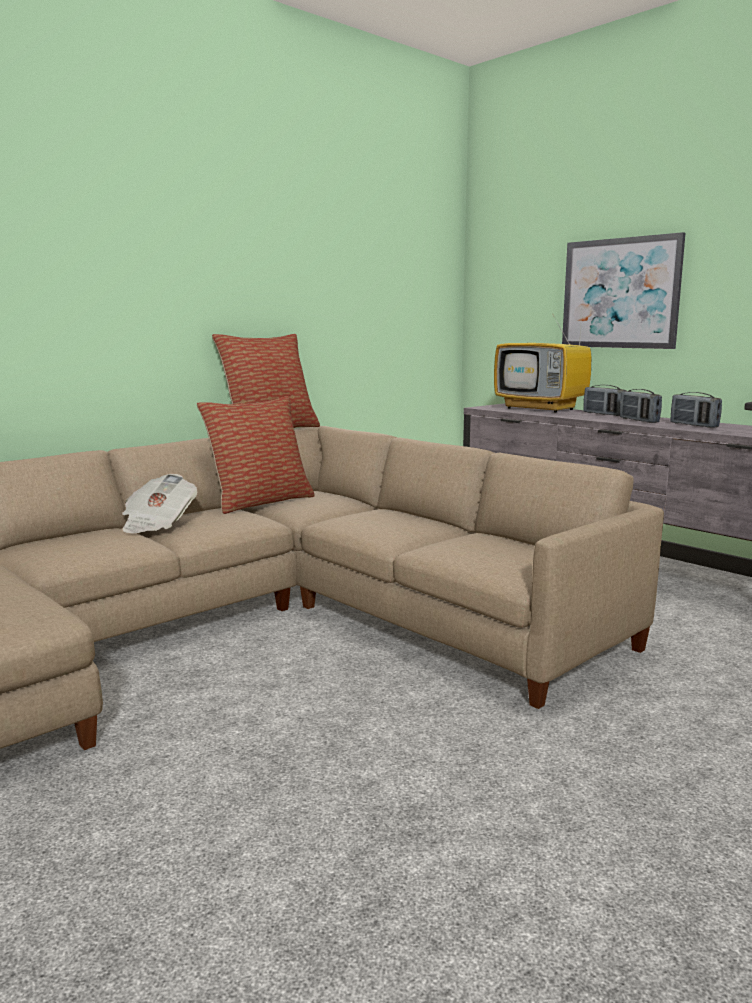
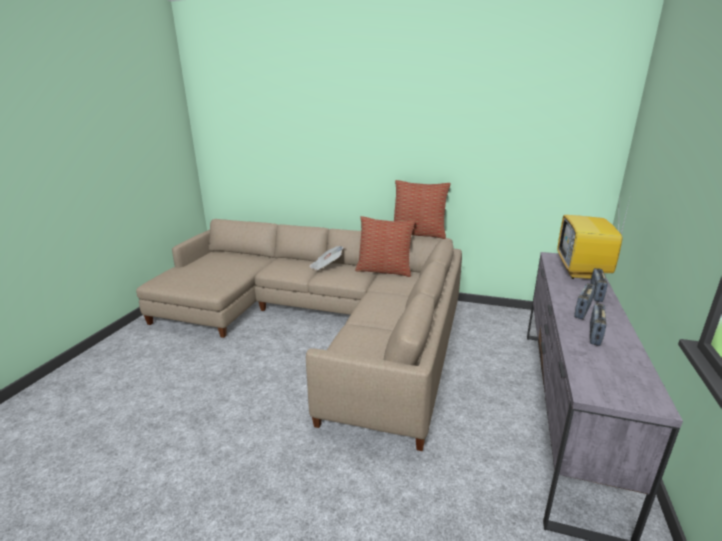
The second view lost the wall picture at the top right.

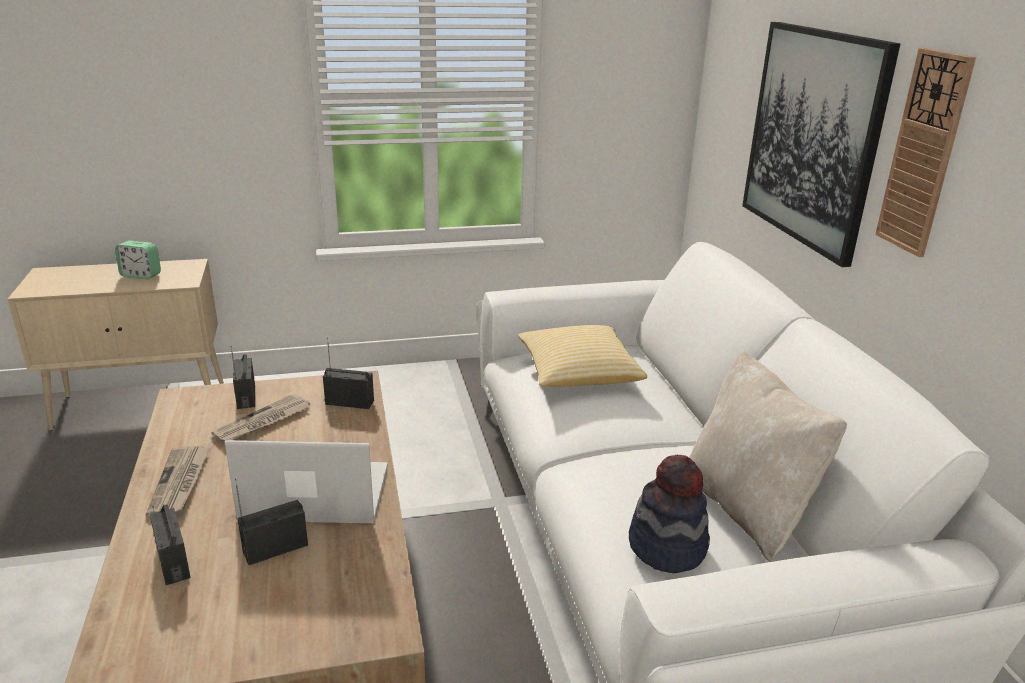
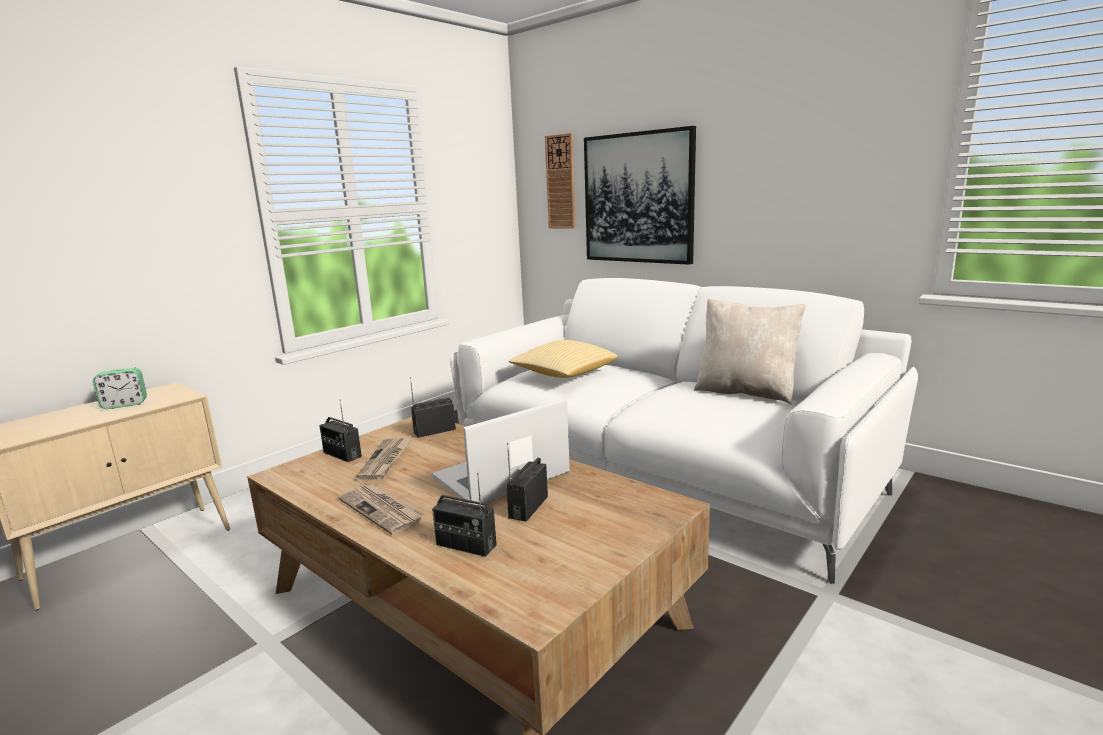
The hanging clock ended up elsewhere, having gone from the top right to the top centre.
The second view lost the wearable hat at the bottom centre.

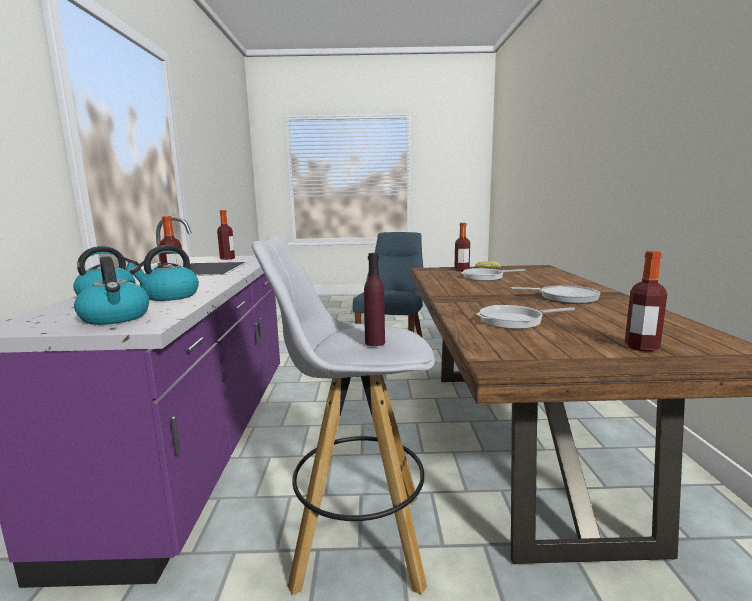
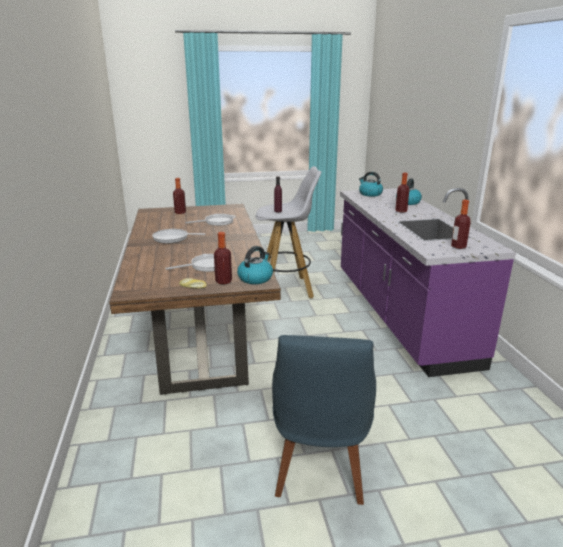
The tea kettle (3rd from left in the first image) ended up elsewhere, having gone from the middle left to the centre.

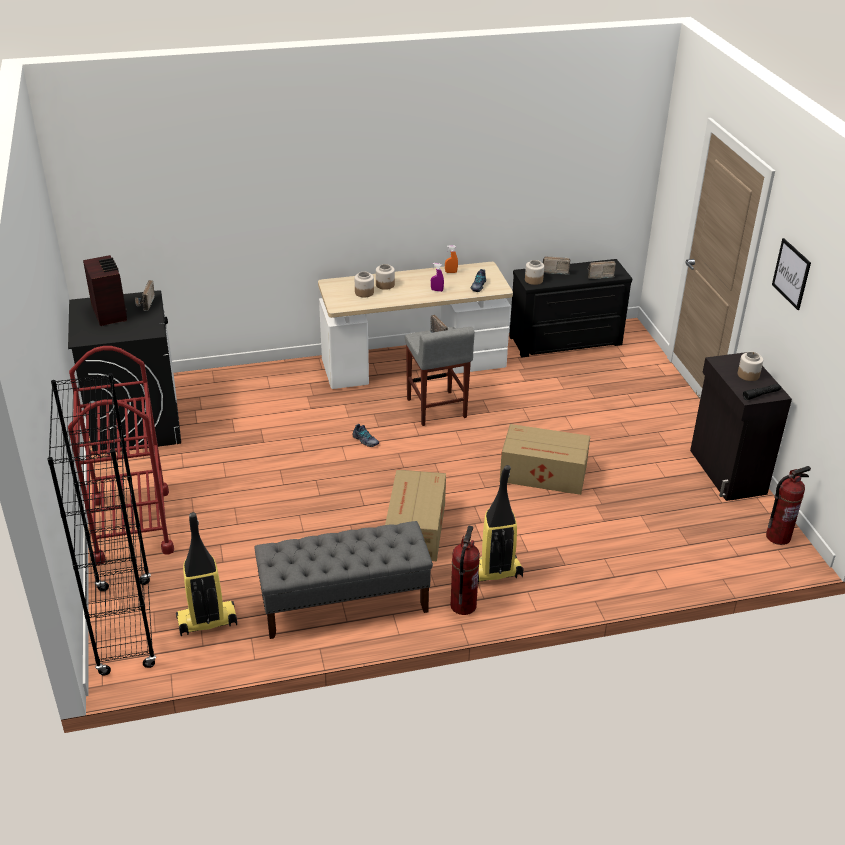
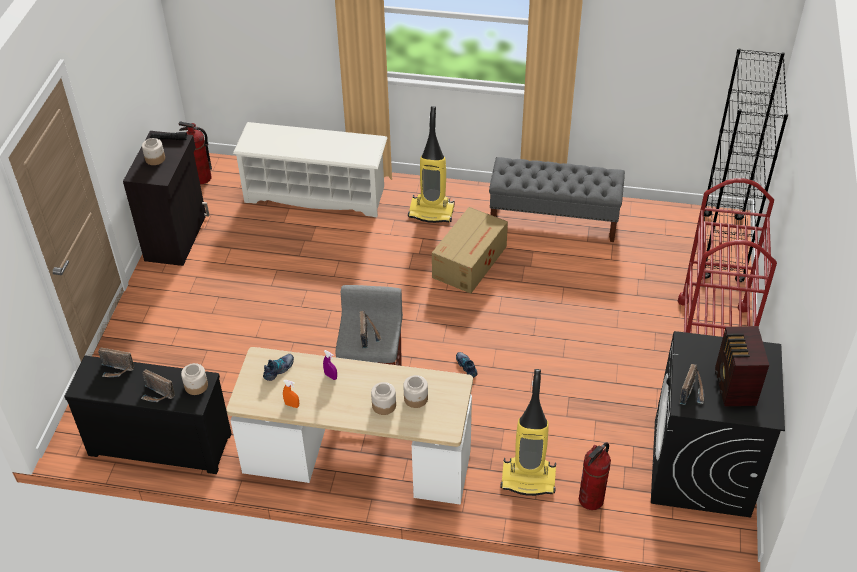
The second view lost the wall picture at the top right.
The second view lost the cardboard box (2nd from left) at the centre.
The vacuum cleaner (1st from left in the first image) ended up elsewhere, having gone from the bottom left to the bottom centre.
The fire extinguisher (1st from left in the first image) ended up elsewhere, having gone from the bottom centre to the bottom right.
The second view gained the whitish shoe rack at the top centre.

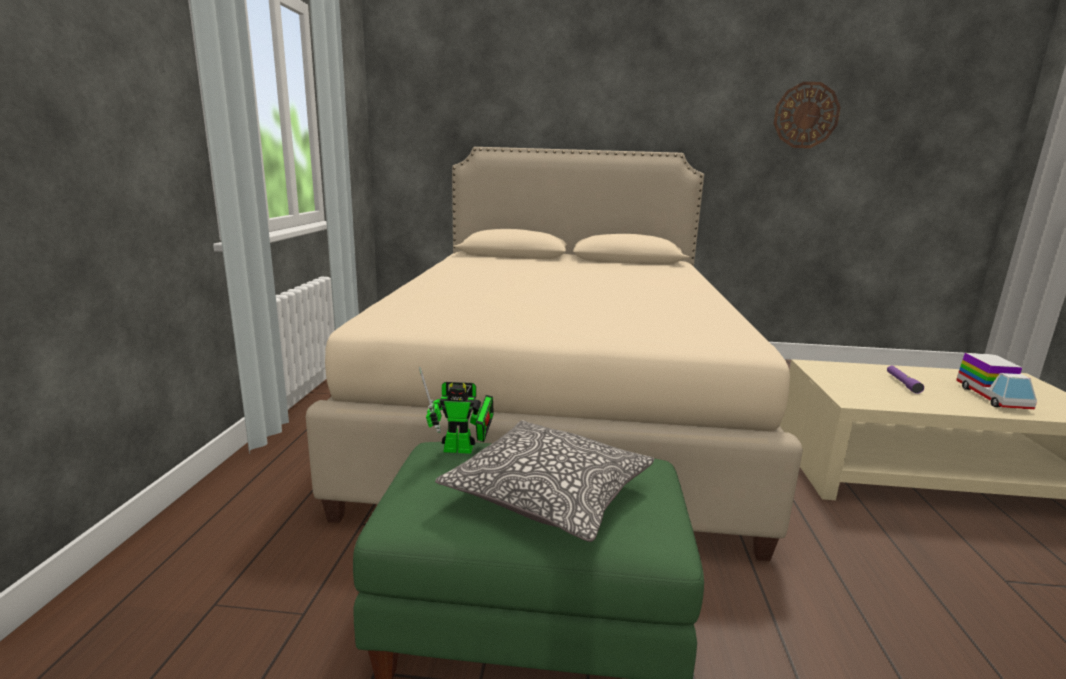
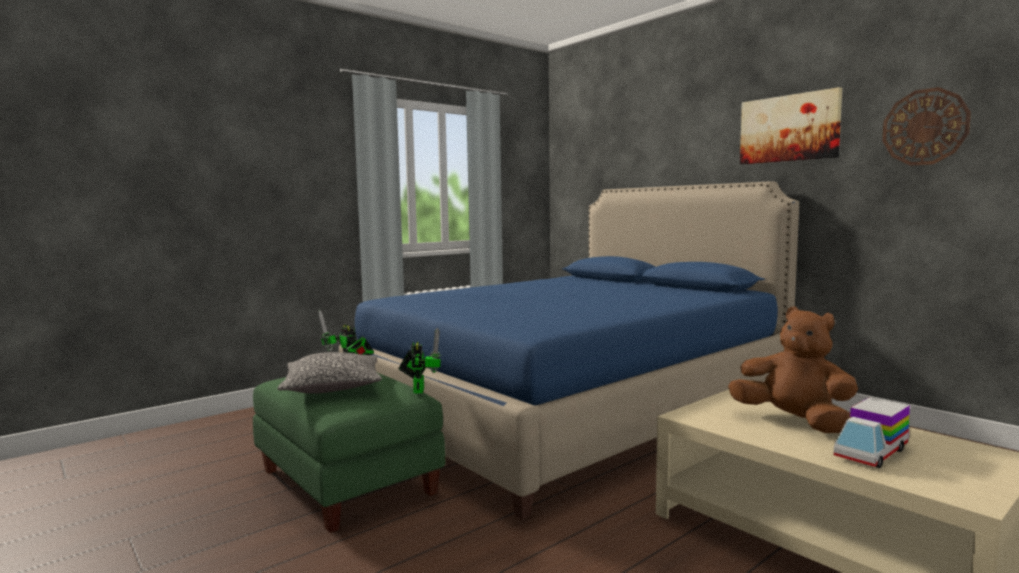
What was the sand-coloured bedroom bed at the centre turned into the blue bedroom bed at the centre.
Where the purple-coloured flashlight stood at the middle right, the brown-coloured cuddly toy came to stand at the middle right.
The second view gained the wall picture at the top right.
The second view gained the model robot (2nd from left) at the centre.

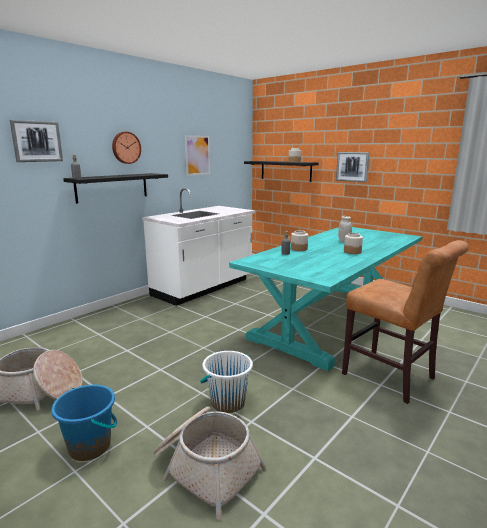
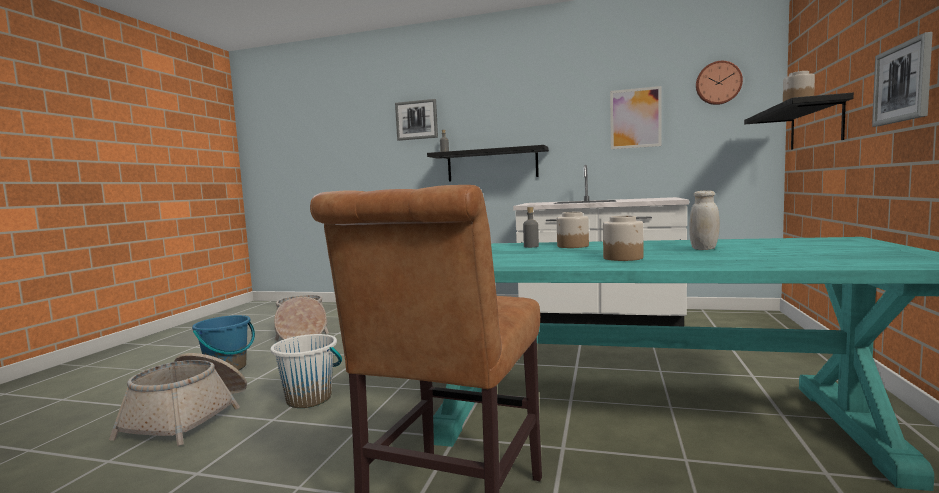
The hanging clock ended up elsewhere, having gone from the top left to the top right.

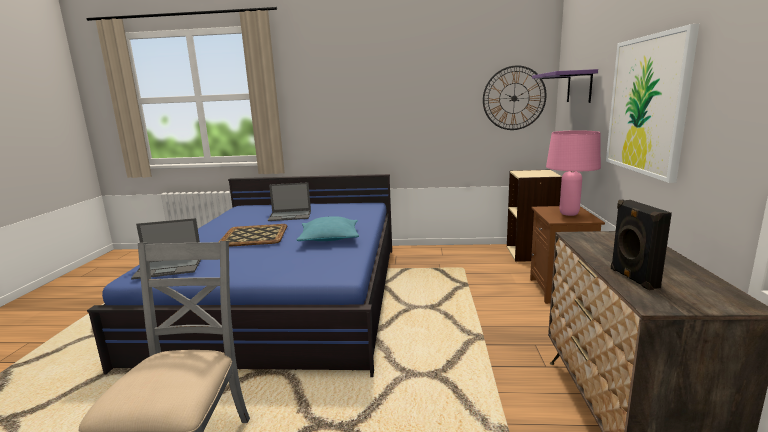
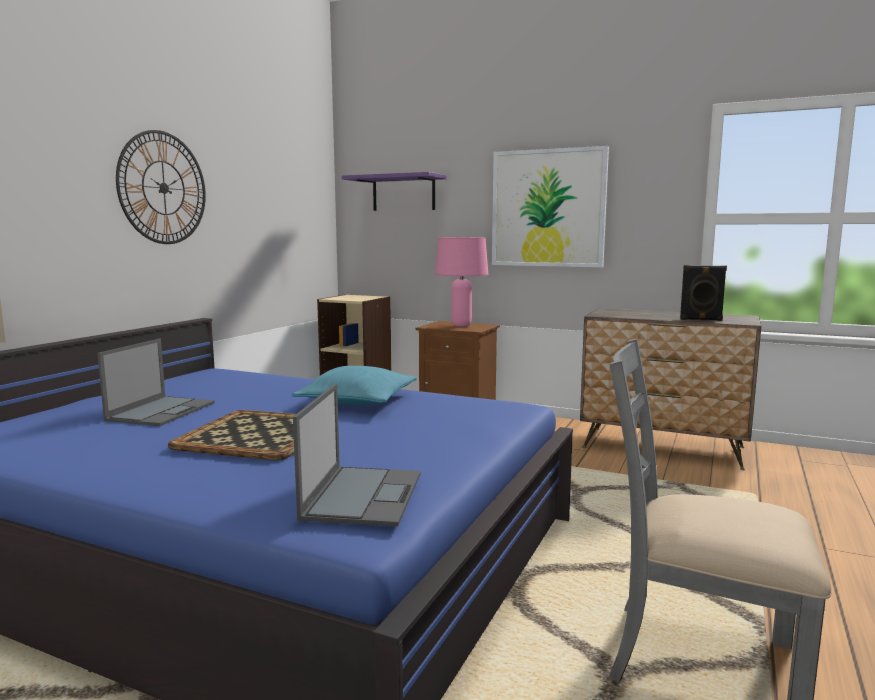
The hanging clock ended up elsewhere, having gone from the top right to the top left.

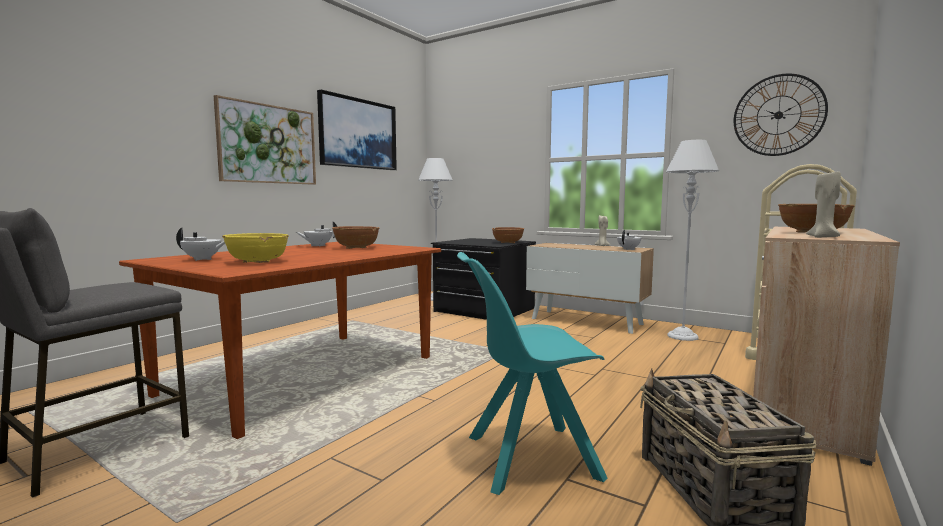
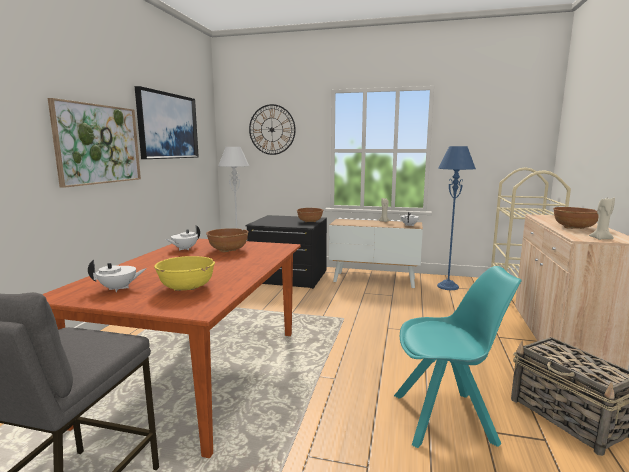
The hanging clock ended up elsewhere, having gone from the top right to the top centre.
What was the grey floor lamp (2nd from left) at the middle right turned into the blue floor lamp at the middle right.
The blue-green chair at the bottom centre ended up facing another way, 150 degrees counterclockwise from before.

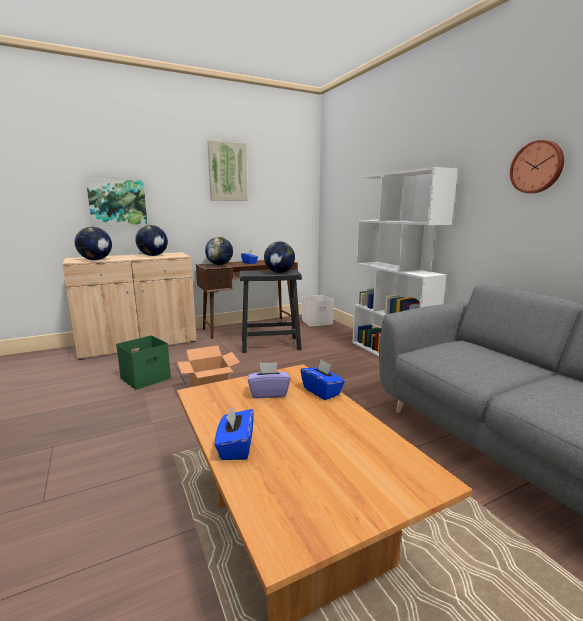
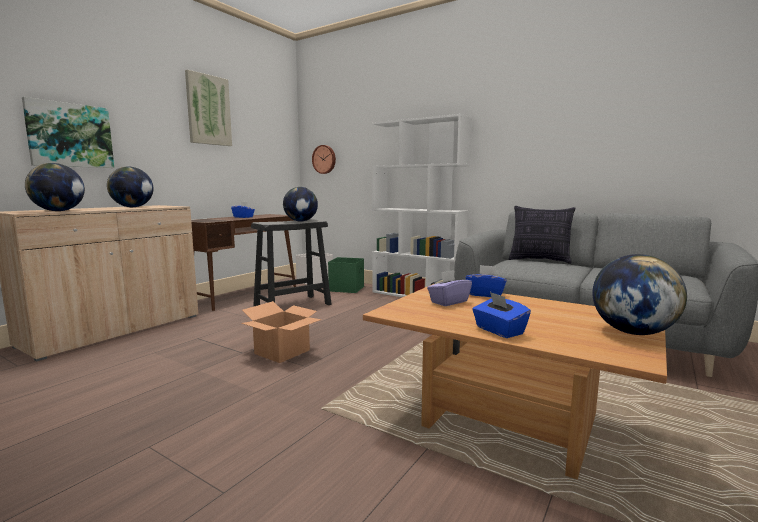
The hanging clock ended up elsewhere, having gone from the top right to the top centre.
The desk globe (3rd from left in the first image) ended up elsewhere, having gone from the centre to the middle right.
The green storage bin ended up elsewhere, having gone from the middle left to the centre.
The second view gained the throw pillow at the middle right.

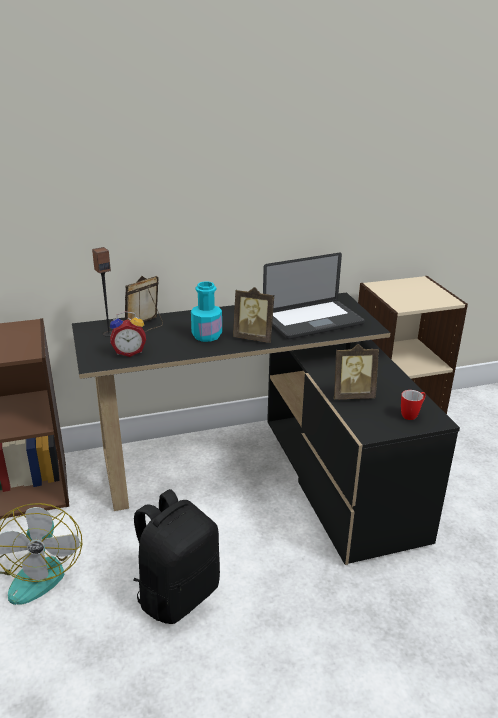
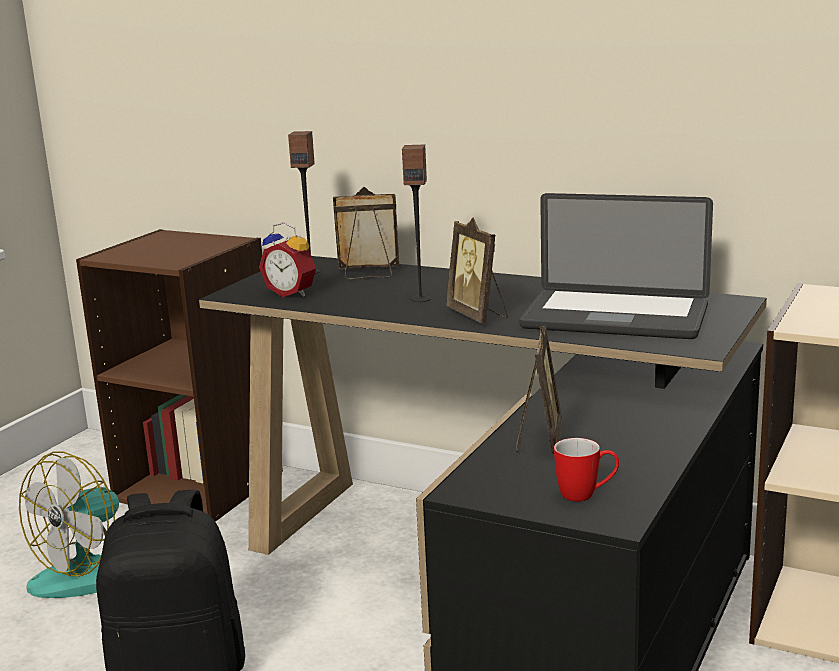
Where the blue-green bottle stood at the centre, the speaker (2nd from left) came to stand at the top centre.
The photo frame (3rd from left) at the middle right ended up facing another way, 120 degrees counterclockwise from before.

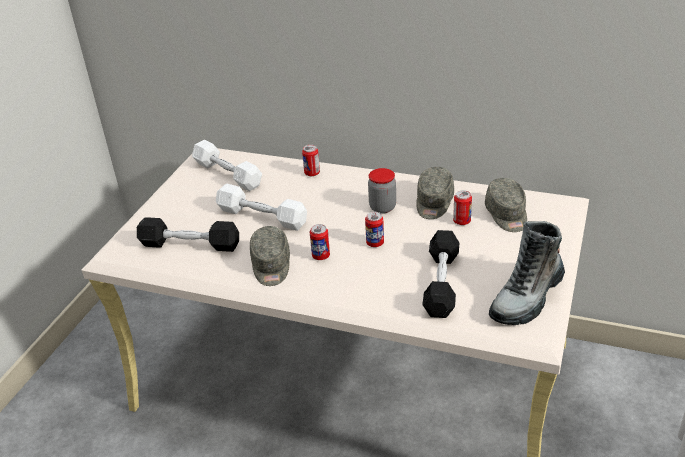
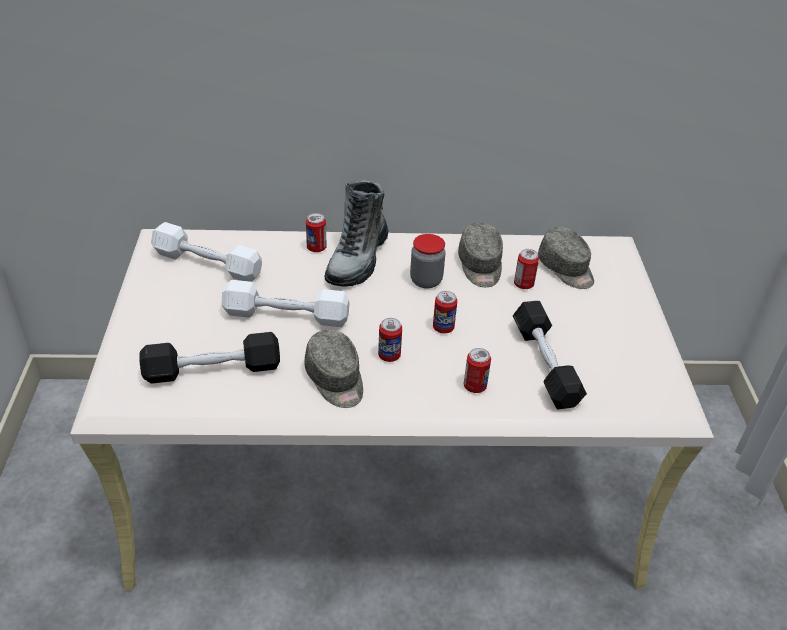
The high-top boot ended up elsewhere, having gone from the middle right to the centre.
The second view gained the metal can (4th from left) at the centre.

